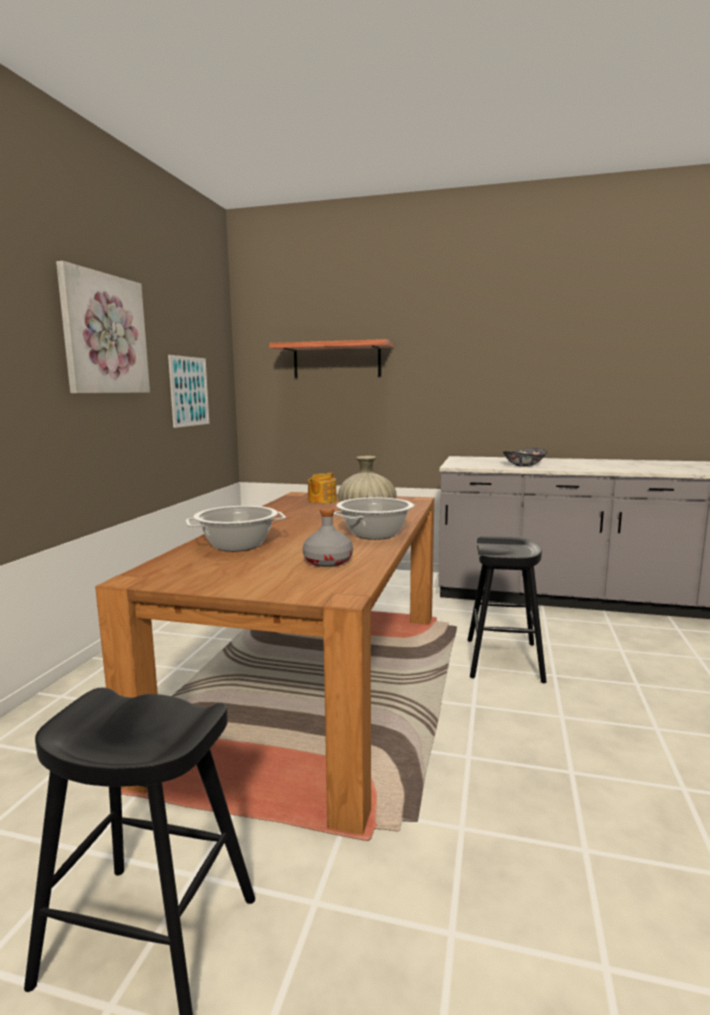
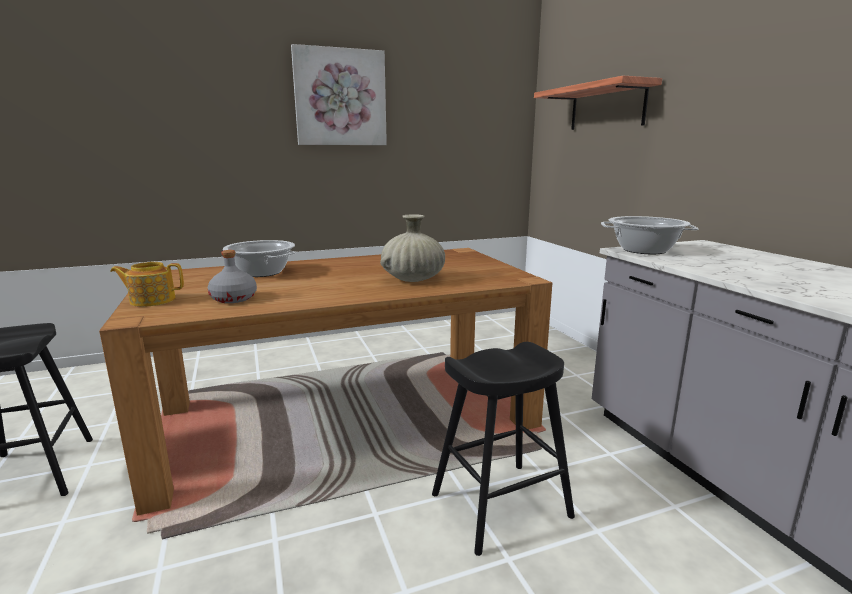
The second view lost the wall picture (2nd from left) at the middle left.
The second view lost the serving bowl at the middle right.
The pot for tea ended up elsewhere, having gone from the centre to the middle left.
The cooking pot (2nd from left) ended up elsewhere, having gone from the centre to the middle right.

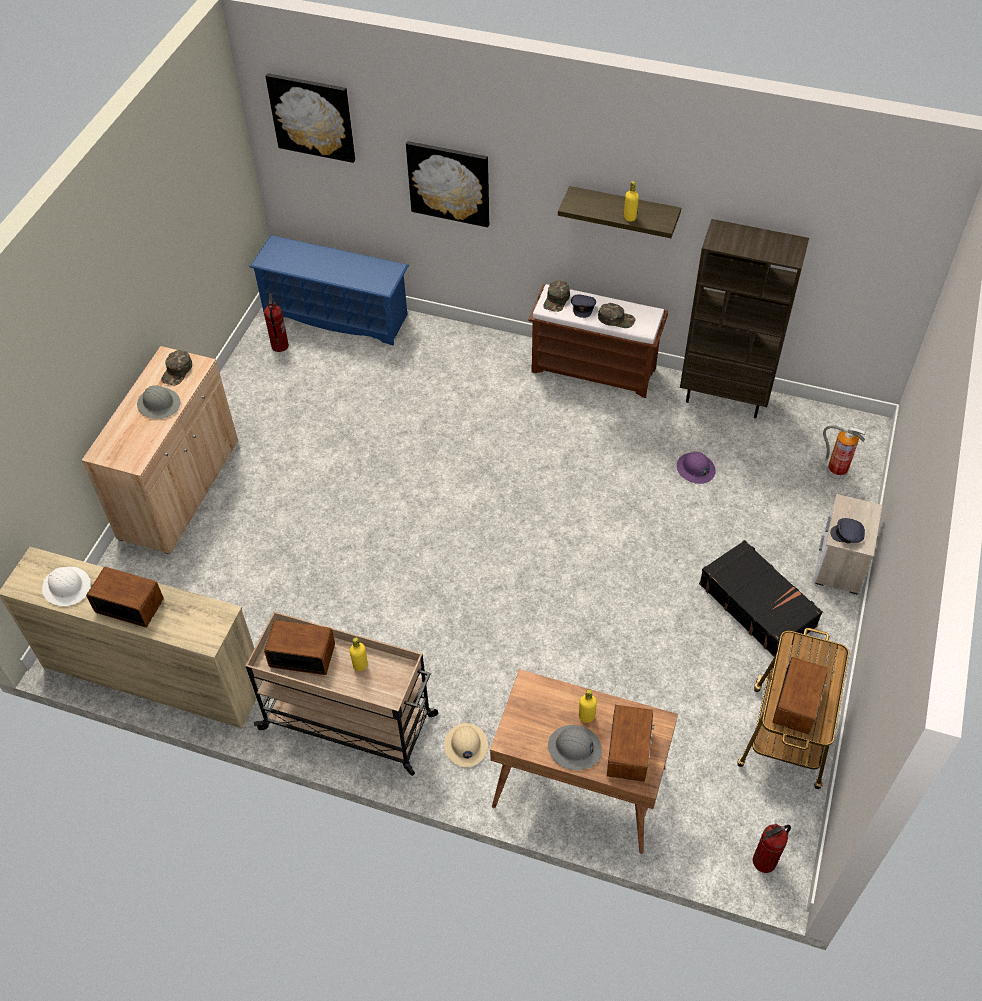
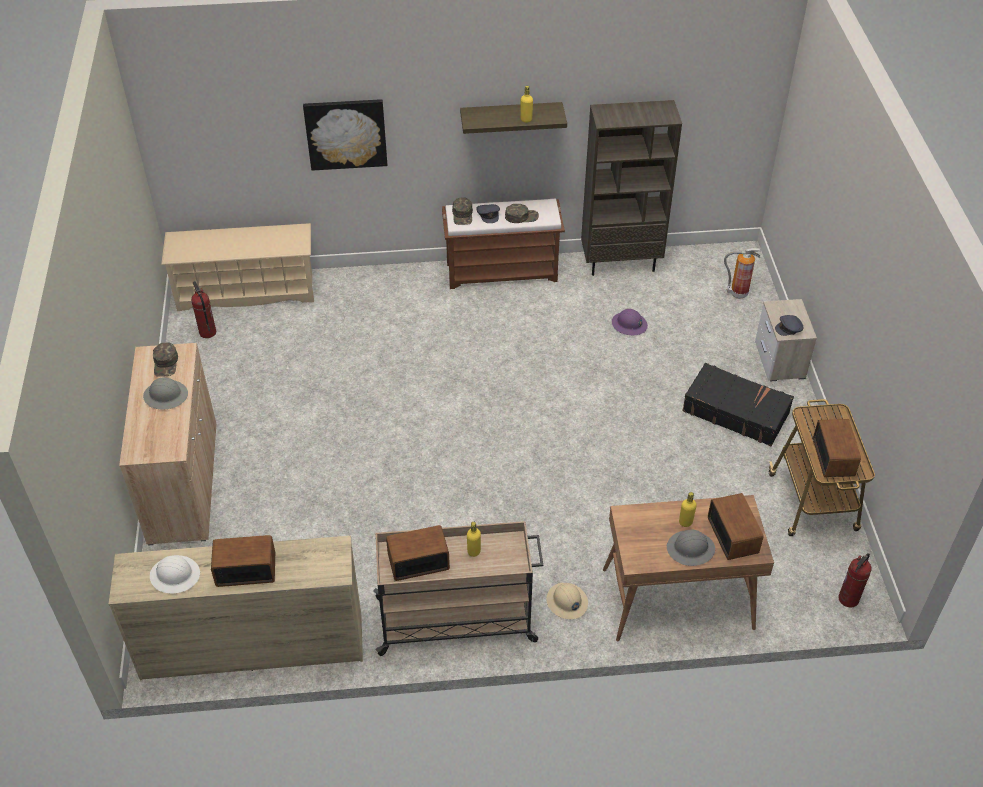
The second view lost the wall picture (1st from left) at the top left.
What was the blue shoe rack at the top centre turned into the sand-coloured shoe rack at the middle left.

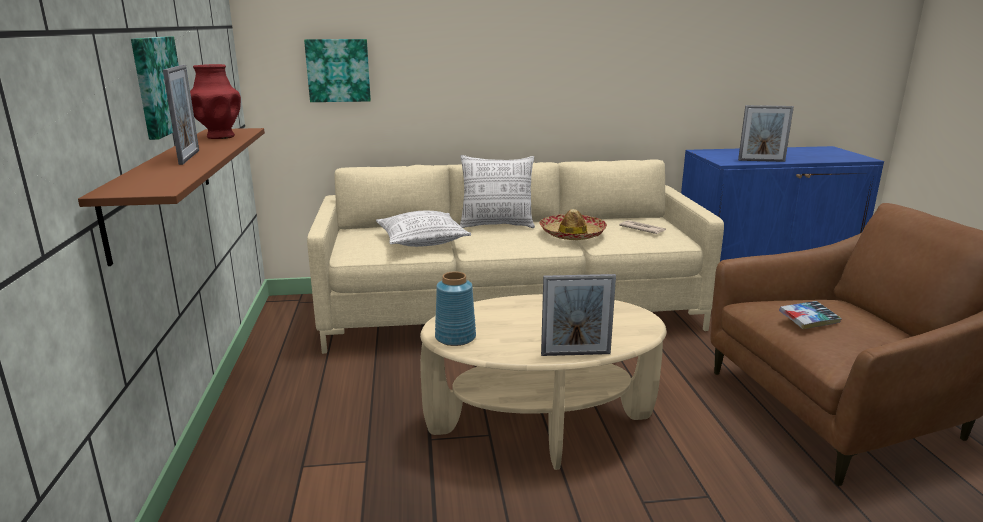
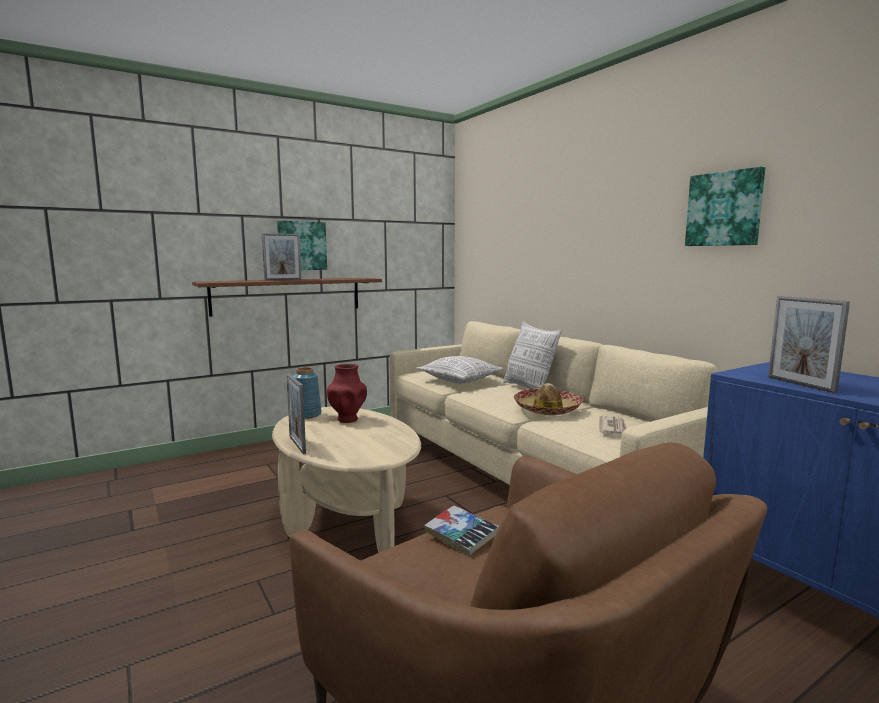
The wall picture (2nd from left) ended up elsewhere, having gone from the top centre to the top right.
The red-coloured flower vase ended up elsewhere, having gone from the top left to the centre.

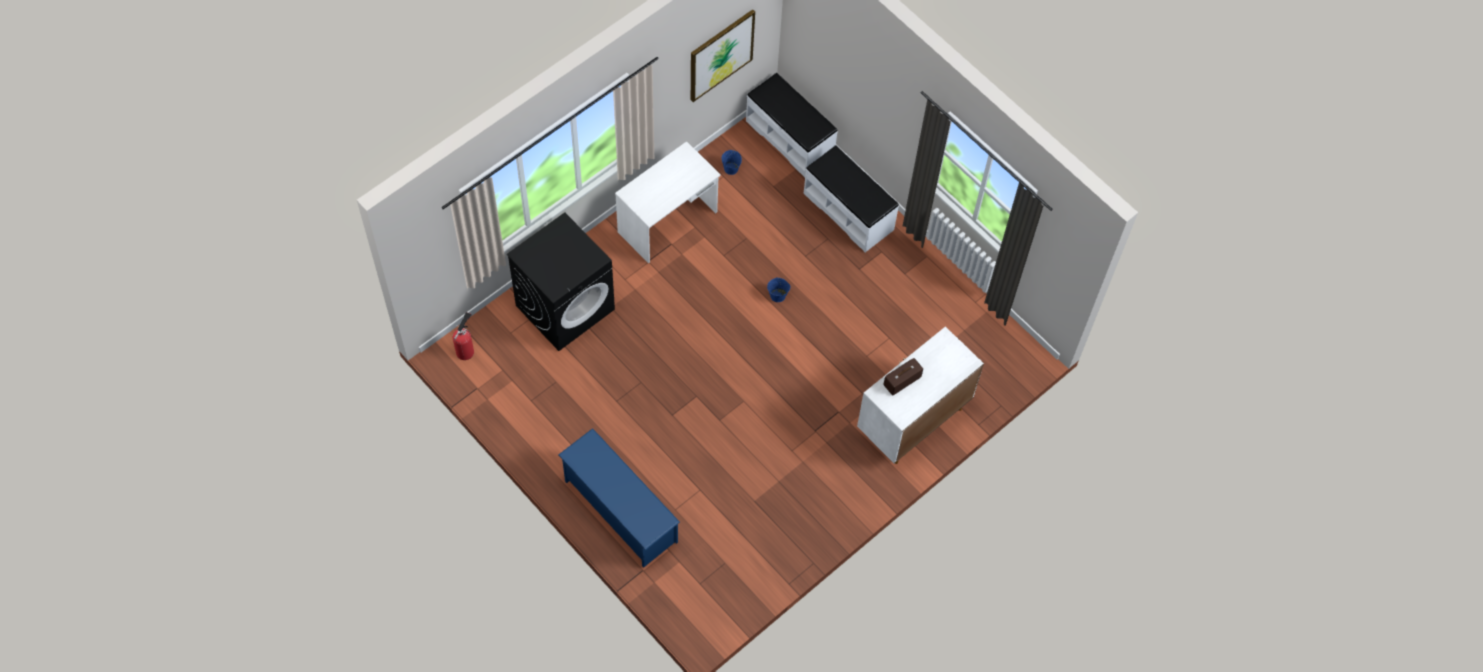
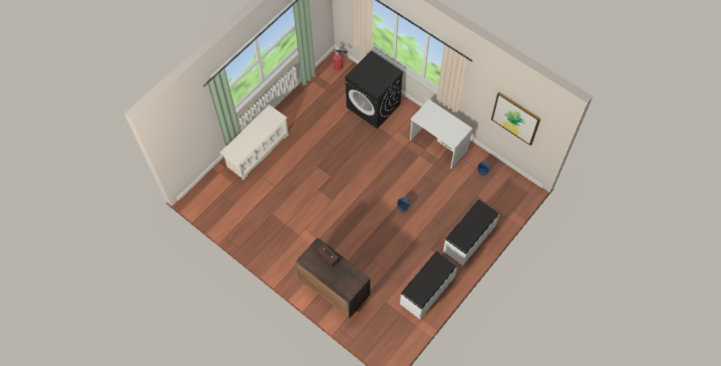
The whitish indoor bench (1st from left) ended up elsewhere, having gone from the top centre to the bottom centre.
What was the whitish storage cabinet at the centre turned into the brown-coloured storage cabinet at the bottom centre.
What was the blue shoe rack at the bottom centre turned into the whitish shoe rack at the centre.

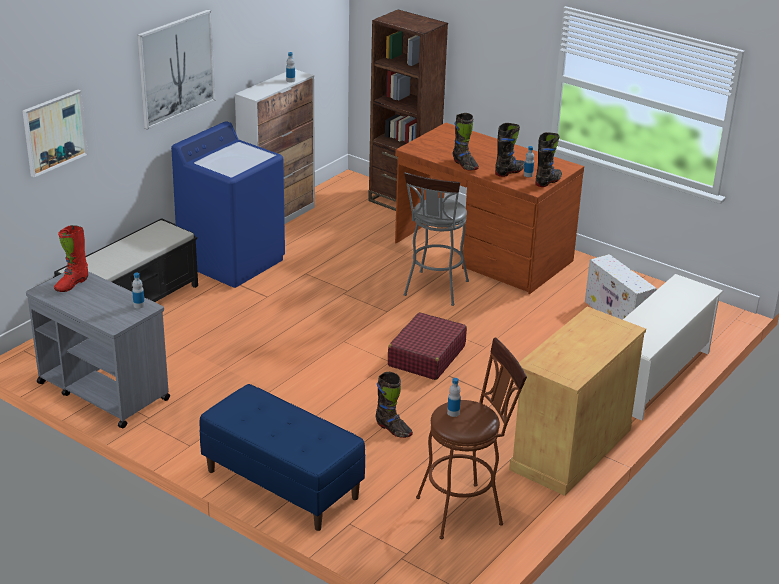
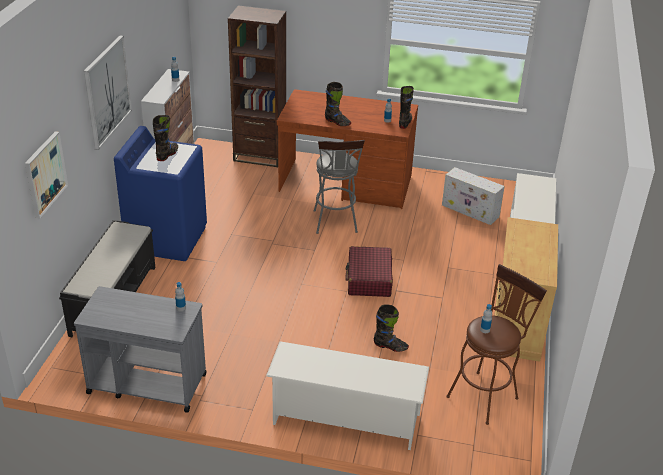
The black high-top boot (3rd from left in the first image) ended up elsewhere, having gone from the top centre to the top left.
The second view lost the red-coloured high-top boot at the middle left.
Where the blue indoor bench stood at the bottom centre, the whitish shoe rack (1st from left) came to stand at the bottom centre.

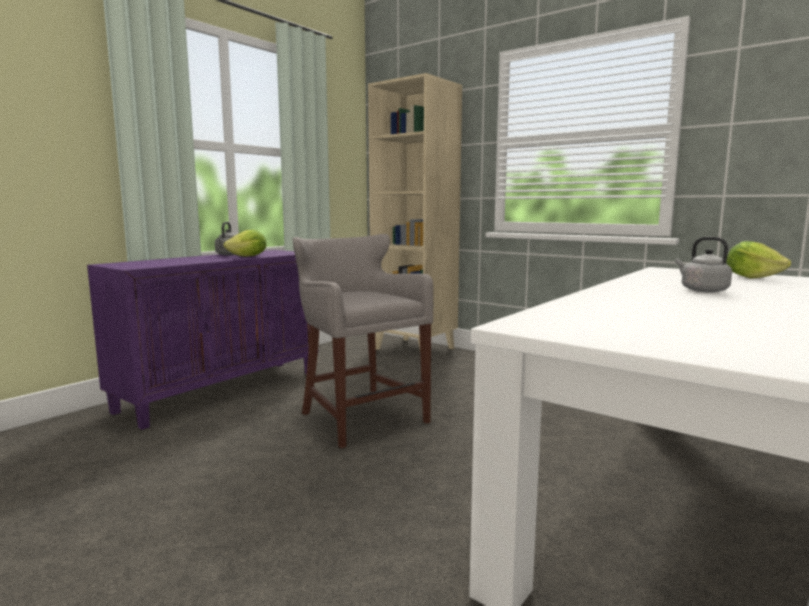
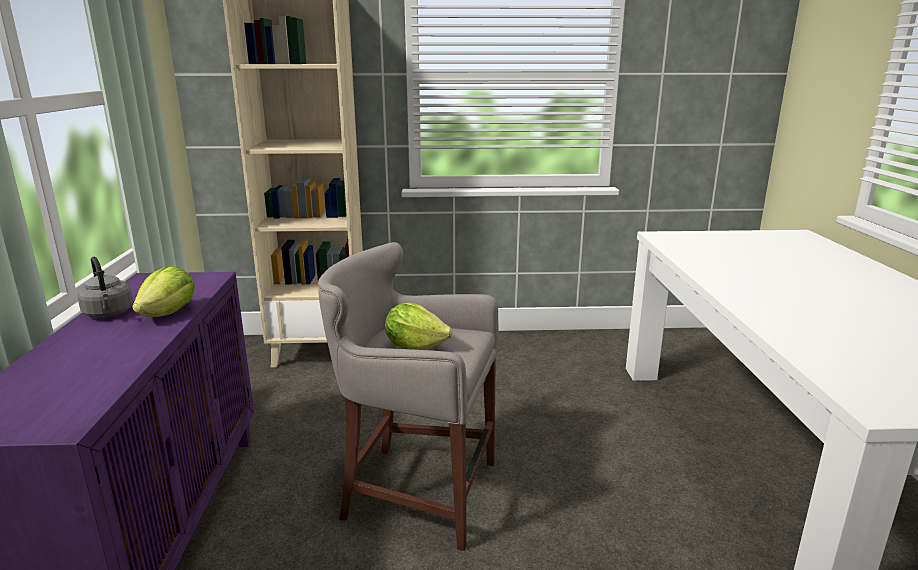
The second view lost the grey tea kettle (2nd from left) at the middle right.
The lettuce head (2nd from left) ended up elsewhere, having gone from the middle right to the centre.

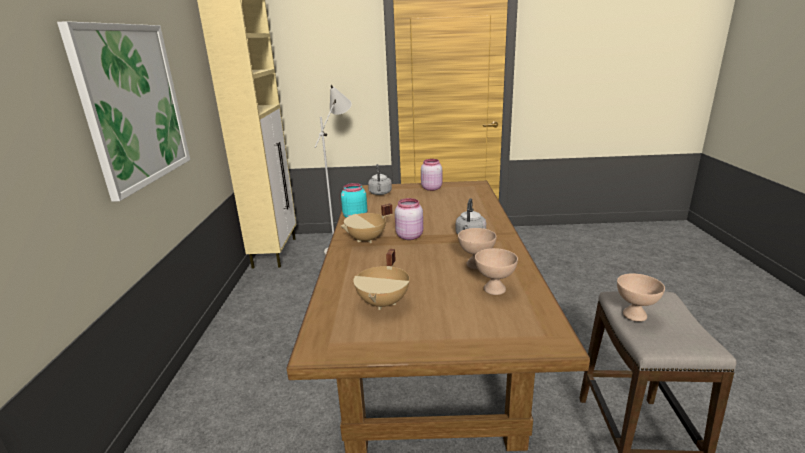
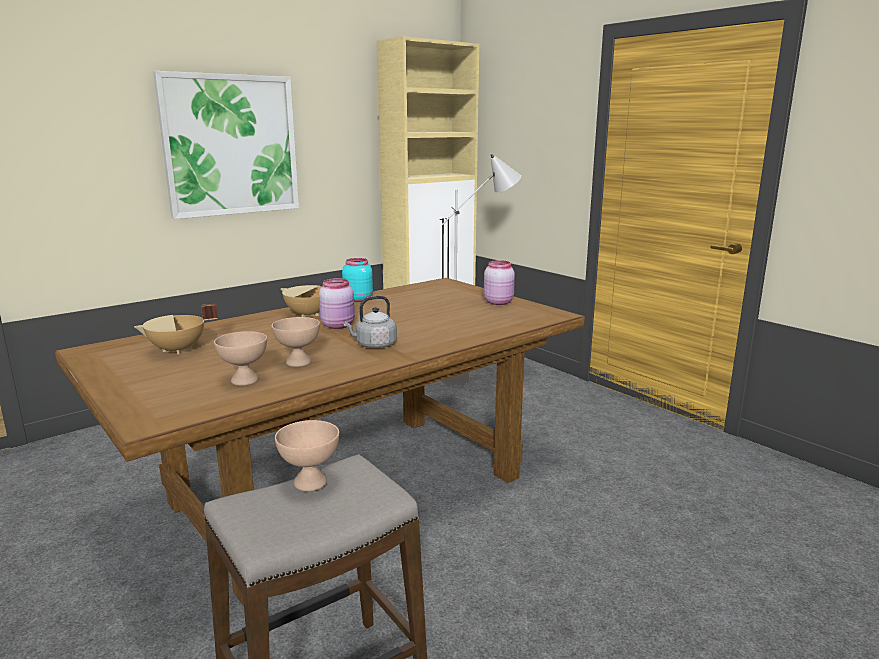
The second view lost the grey tea kettle (1st from left) at the centre.

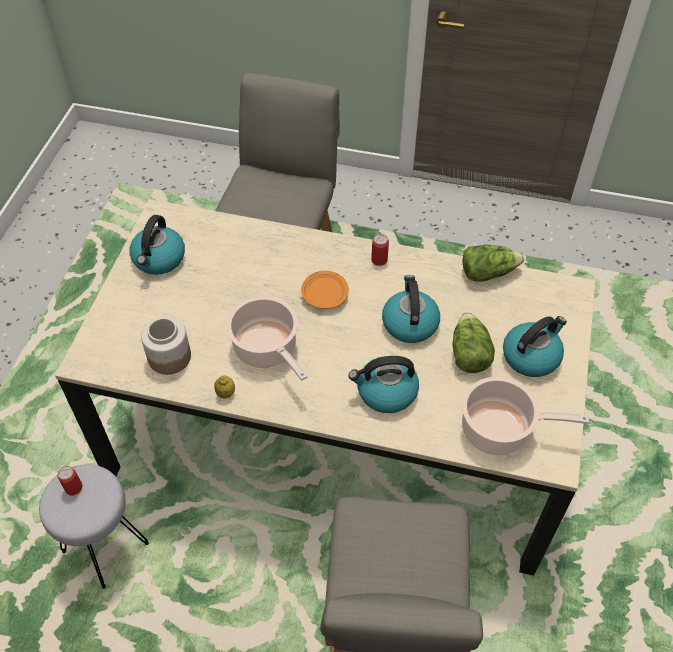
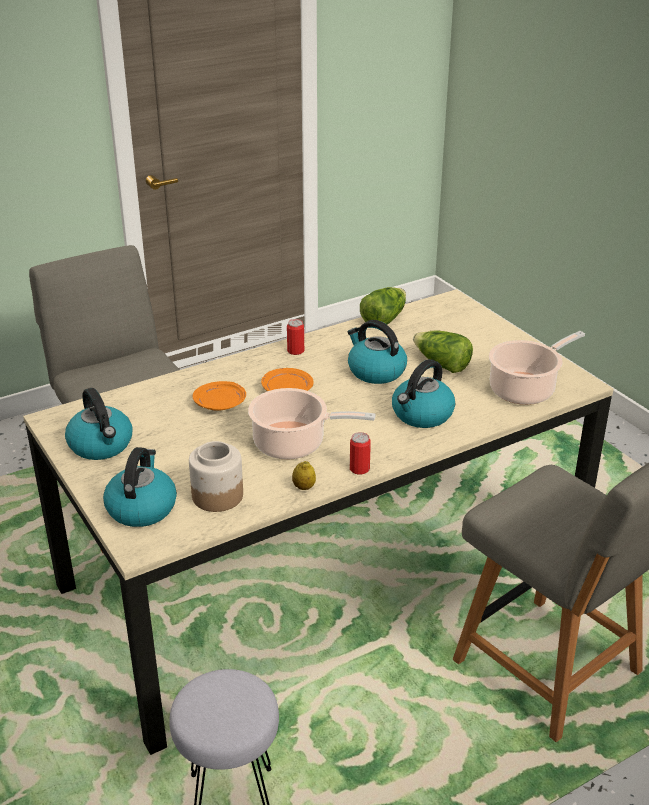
The tea kettle (4th from left in the first image) ended up elsewhere, having gone from the middle right to the middle left.
The metal can (1st from left in the first image) ended up elsewhere, having gone from the bottom left to the centre.
The second view gained the orange-coloured dinner plate (1st from left) at the centre.

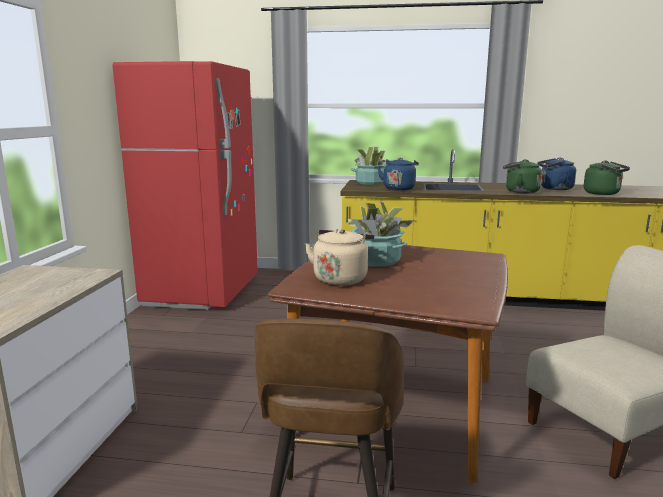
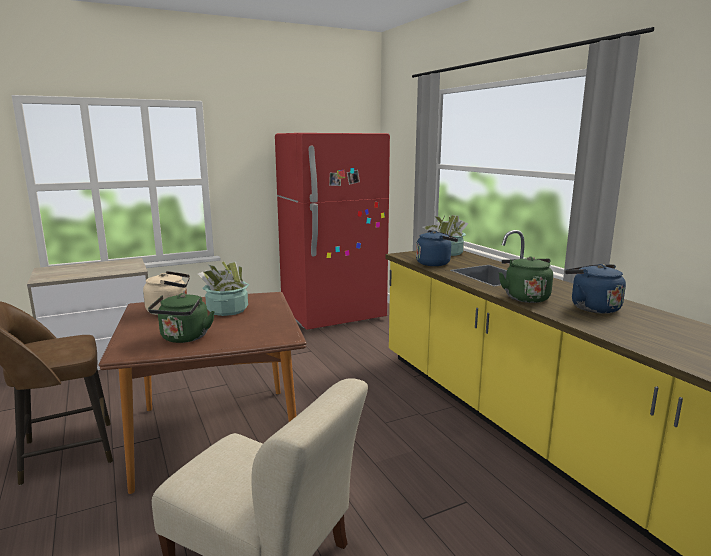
The green tea kettle (2nd from left in the first image) ended up elsewhere, having gone from the middle right to the middle left.

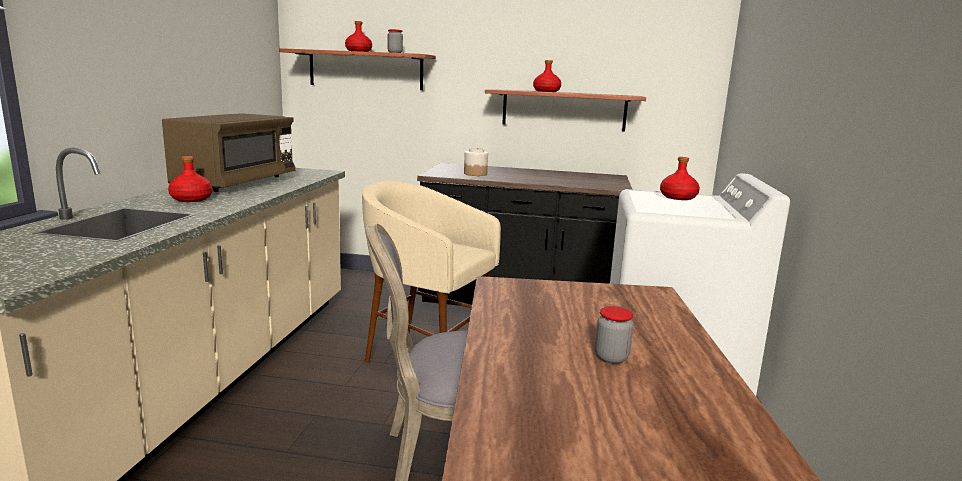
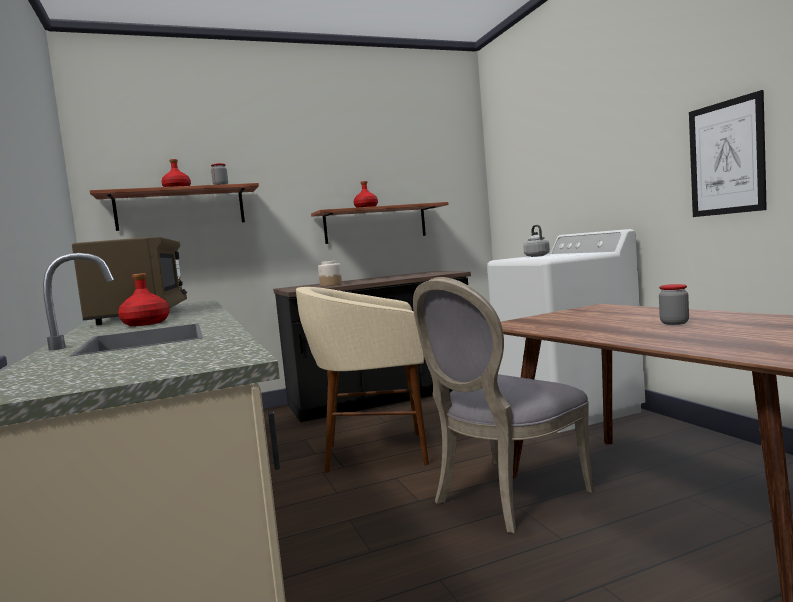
Where the red-coloured bottle (4th from left) stood at the middle right, the grey tea kettle came to stand at the middle right.
The second view gained the wall picture at the top right.

